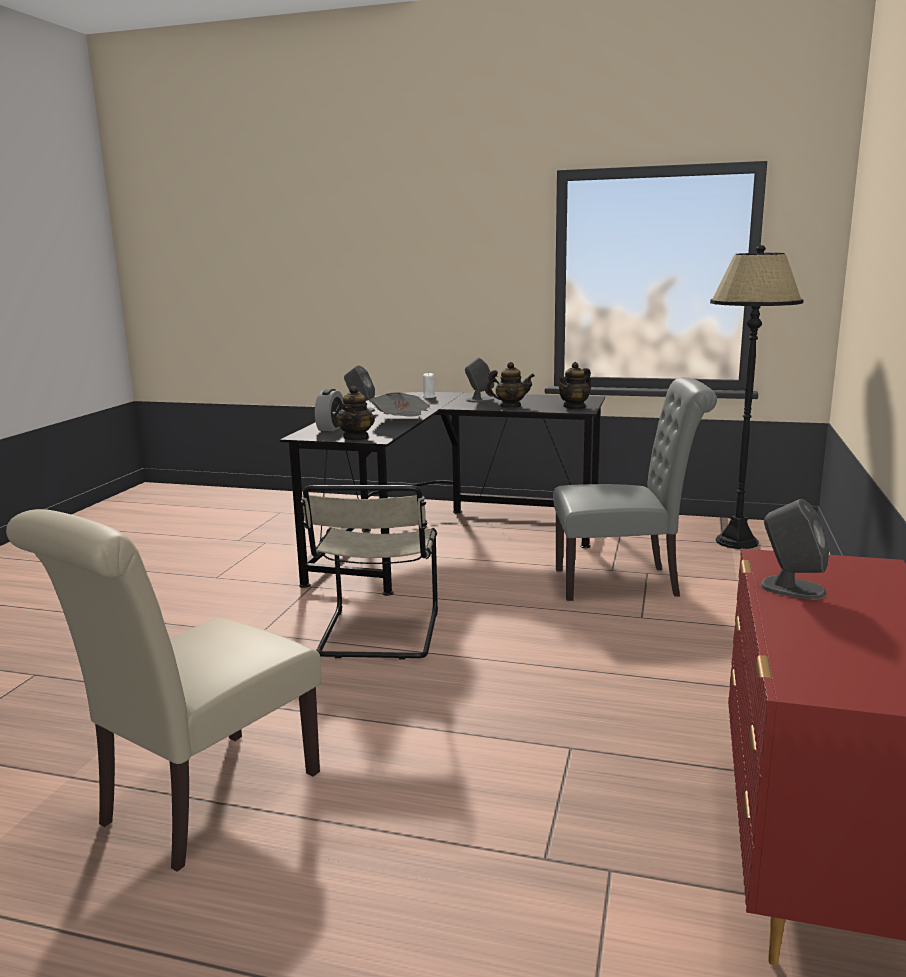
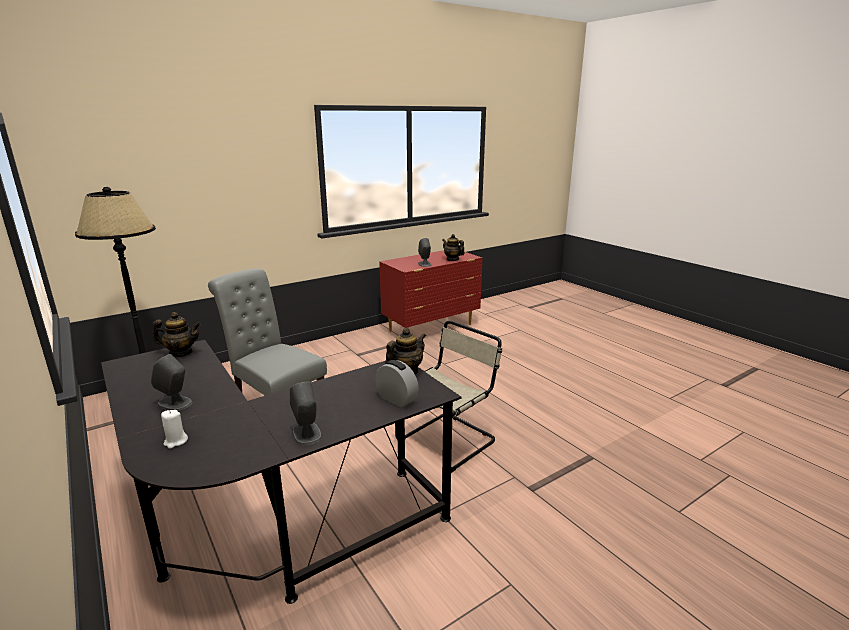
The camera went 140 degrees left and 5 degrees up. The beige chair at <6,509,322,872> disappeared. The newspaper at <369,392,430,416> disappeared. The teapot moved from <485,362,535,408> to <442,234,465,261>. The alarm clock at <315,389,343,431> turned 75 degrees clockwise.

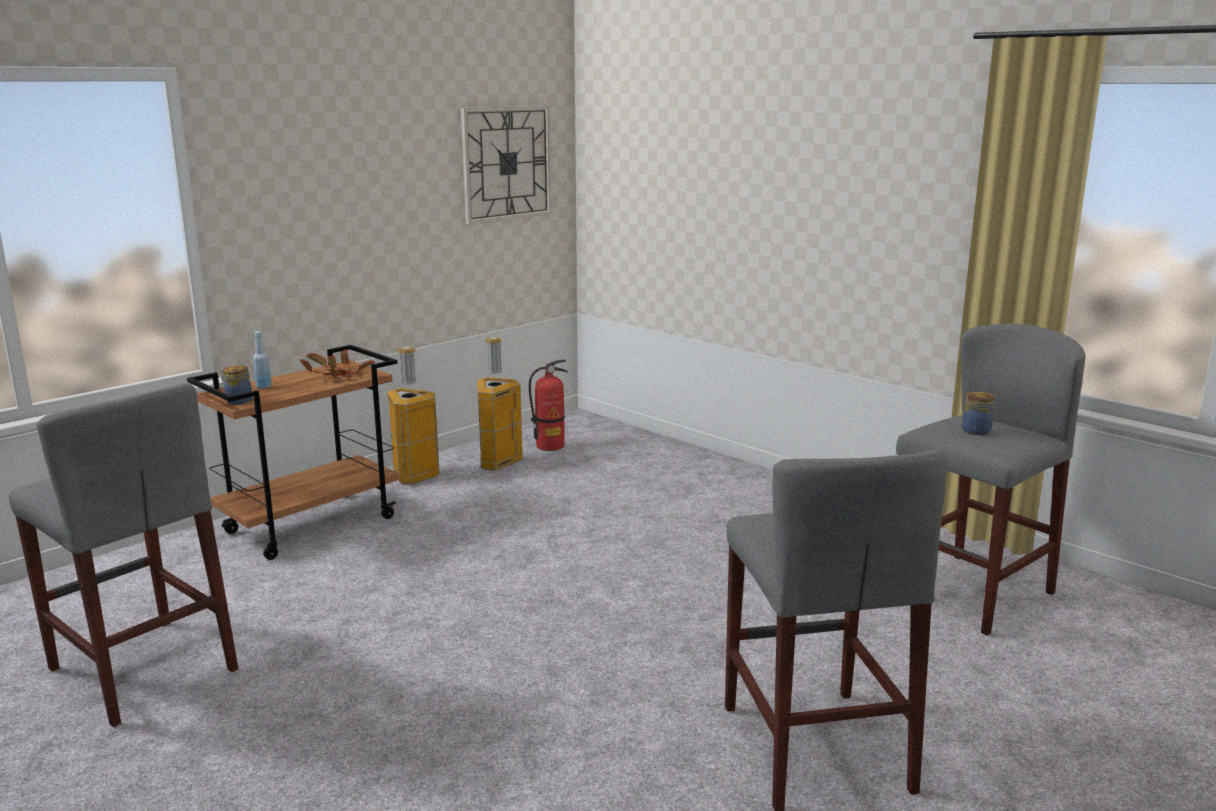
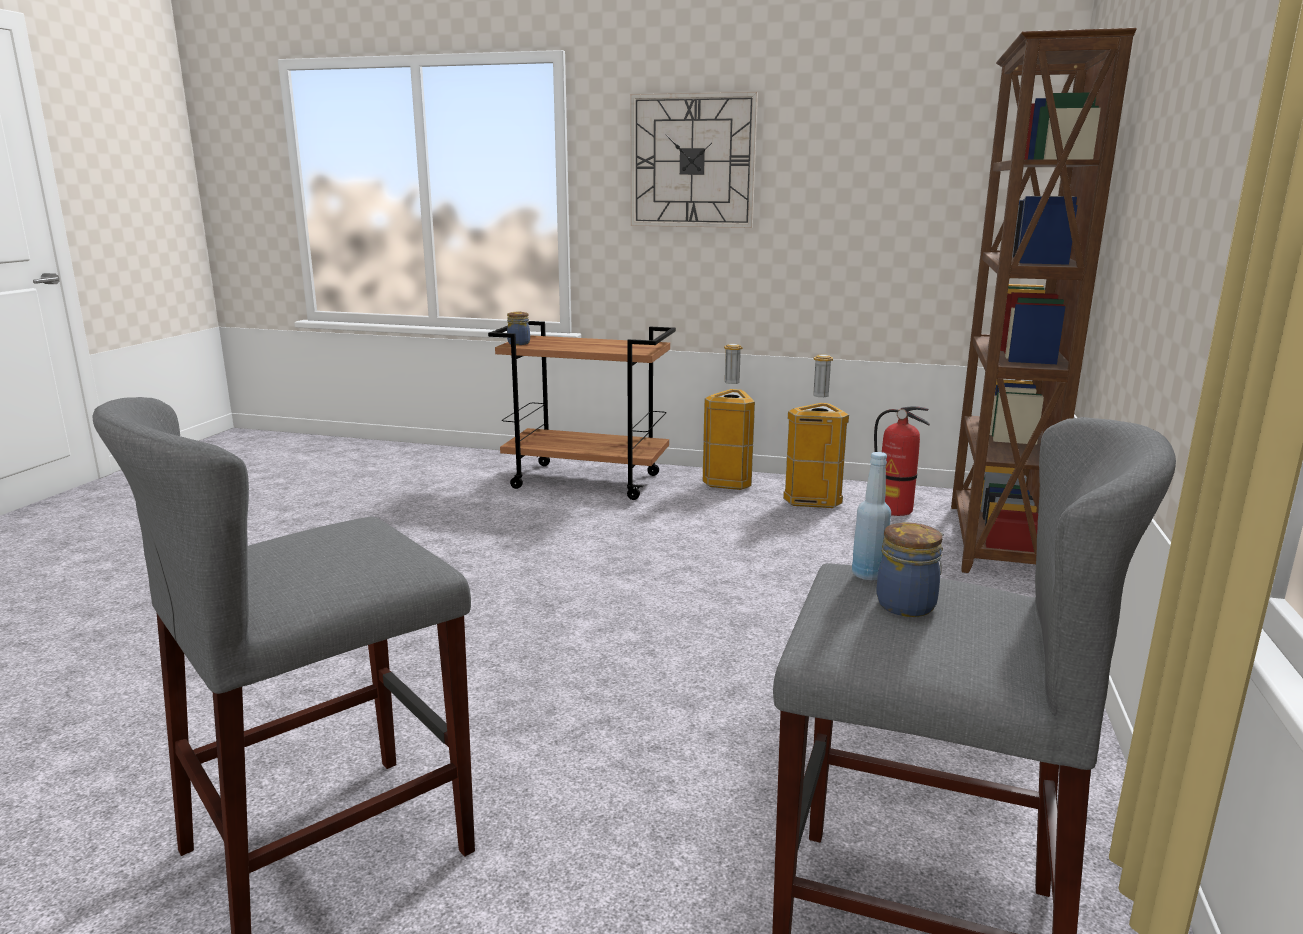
The camera went 60 degrees right and 0 degrees up. The grey stool at <9,383,238,727> disappeared. The potted plant at <300,349,375,379> disappeared. The brown bookcase at <951,28,1137,573> appeared. The blue bottle moved from <253,331,272,389> to <852,452,891,581>. The wall clock moved from <461,106,551,224> to <631,92,758,228>.

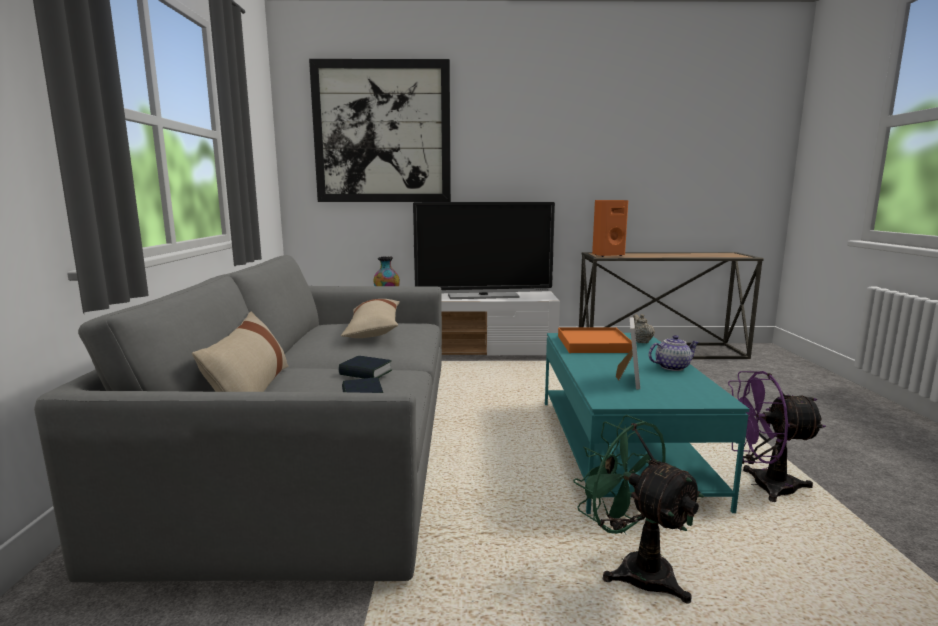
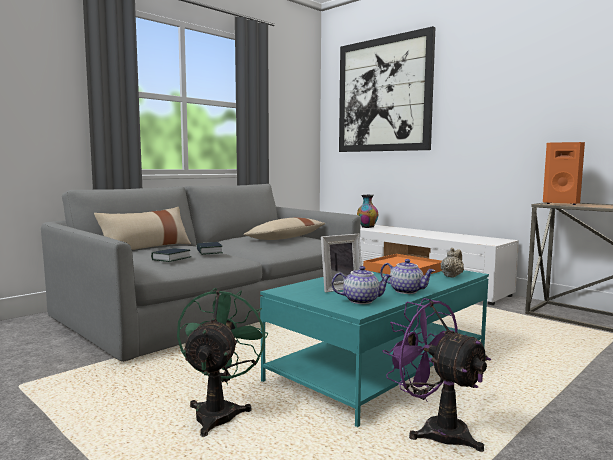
The camera went 45 degrees right and 5 degrees down. The television at <413,202,555,299> disappeared. The teapot at <332,266,392,304> appeared.

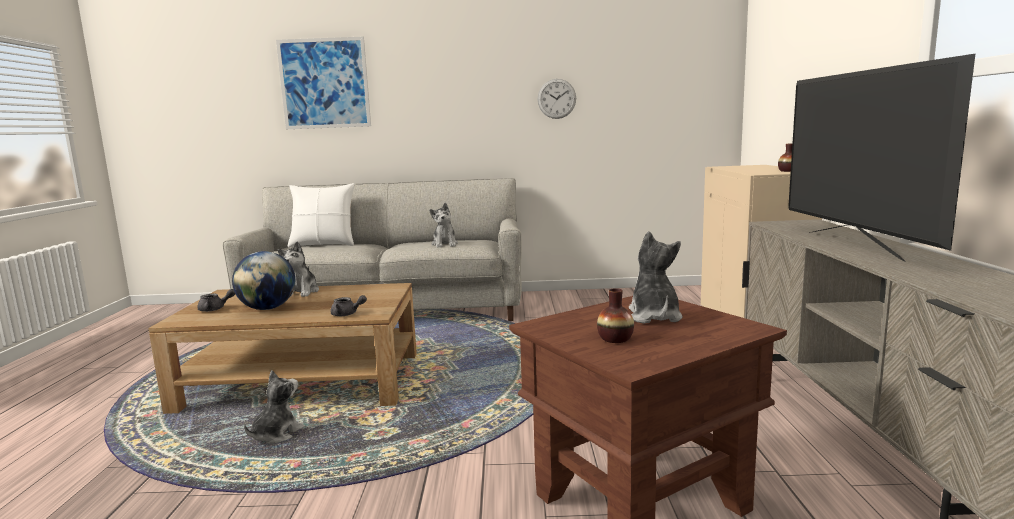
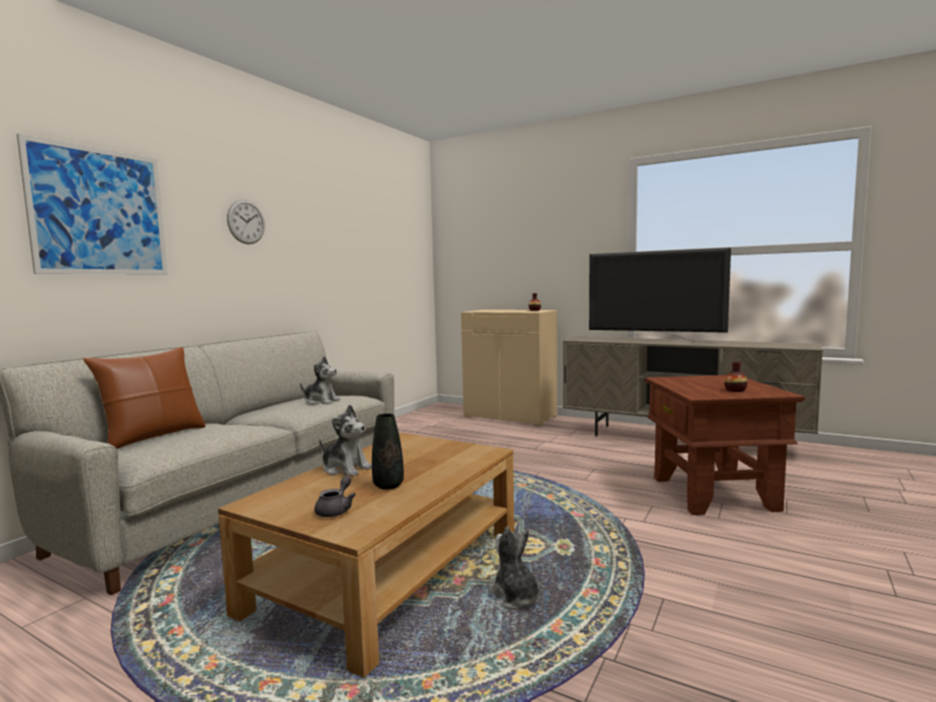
The camera went 60 degrees left and 5 degrees down. The grey teapot at <330,295,367,316> disappeared. The plush toy at <629,231,683,324> disappeared. The wall clock moved from <537,79,576,119> to <227,199,265,244>. The globe at <232,251,295,310> was replaced by the black vase at <372,413,404,490>. The white pillow at <288,183,355,247> became the brown pillow at <83,347,206,449>.

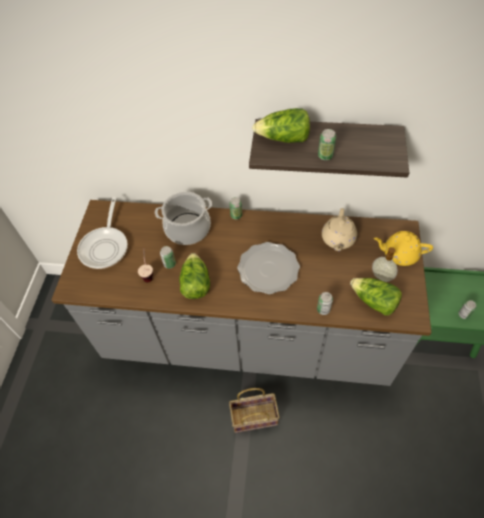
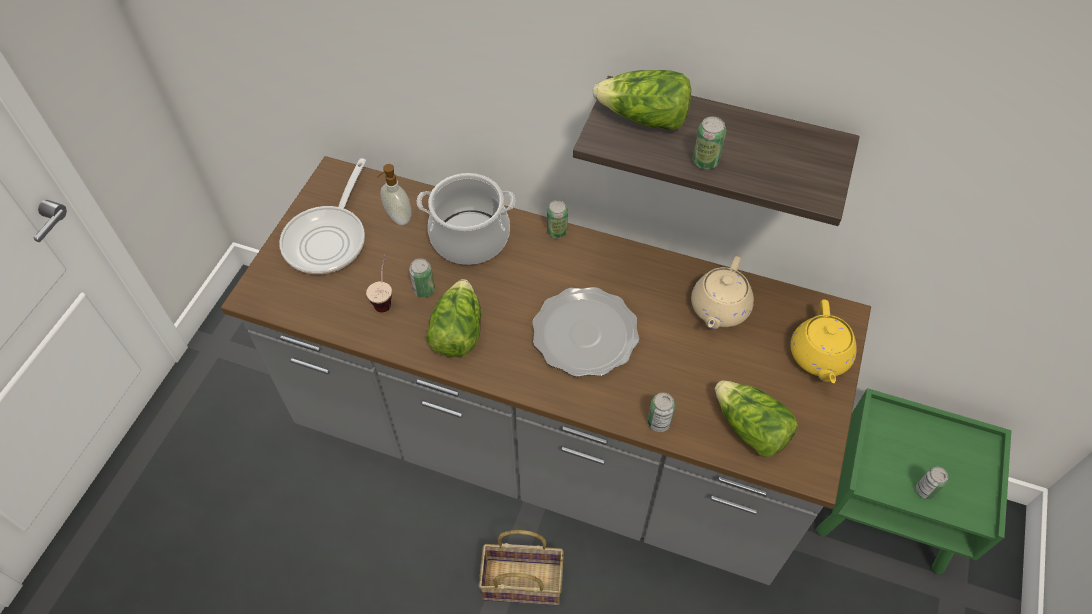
The camera went 10 degrees right and 0 degrees up. The soap dispenser moved from <372,247,398,282> to <377,164,411,225>. The yellow teapot at <374,231,433,266> turned 105 degrees counterclockwise.

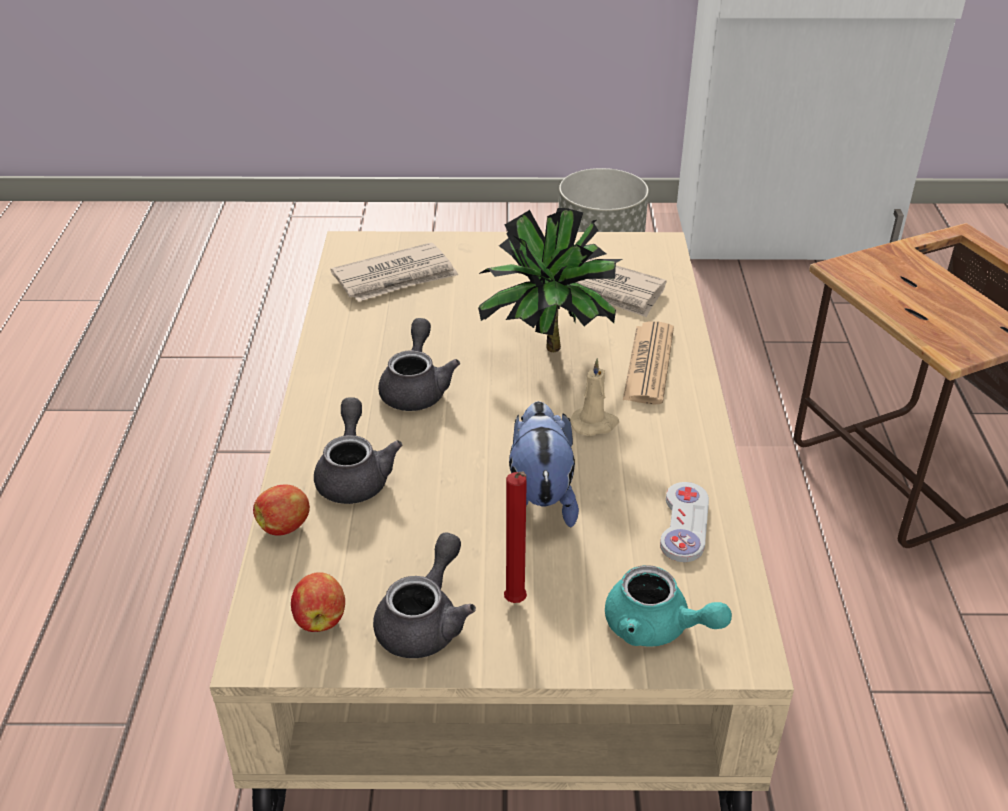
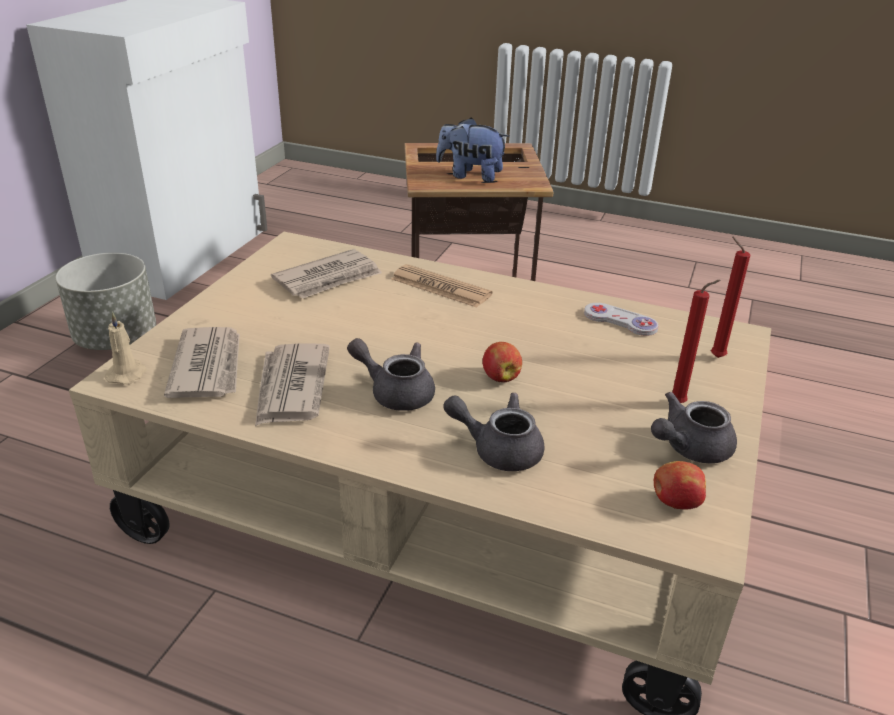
The camera went 70 degrees left and 5 degrees down. The potted plant at <478,208,623,352> disappeared. The newspaper at <255,343,330,426> appeared. The apple moved from <253,484,310,536> to <482,342,522,382>. The plush toy moved from <509,401,579,528> to <436,117,509,182>. The beige candle moved from <570,358,619,436> to <105,312,147,385>. The turquoise teapot at <605,565,732,646> was replaced by the red candle at <711,237,750,358>. The grey teapot at <373,532,476,658> turned 75 degrees counterclockwise.

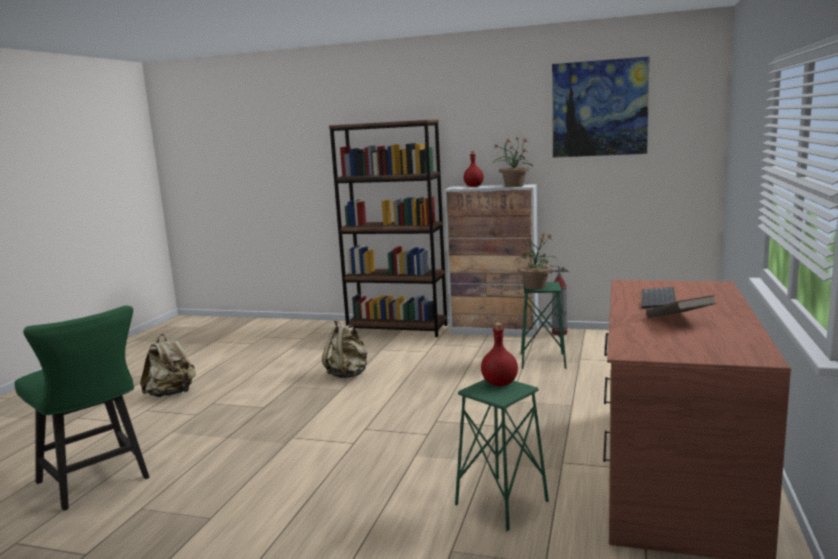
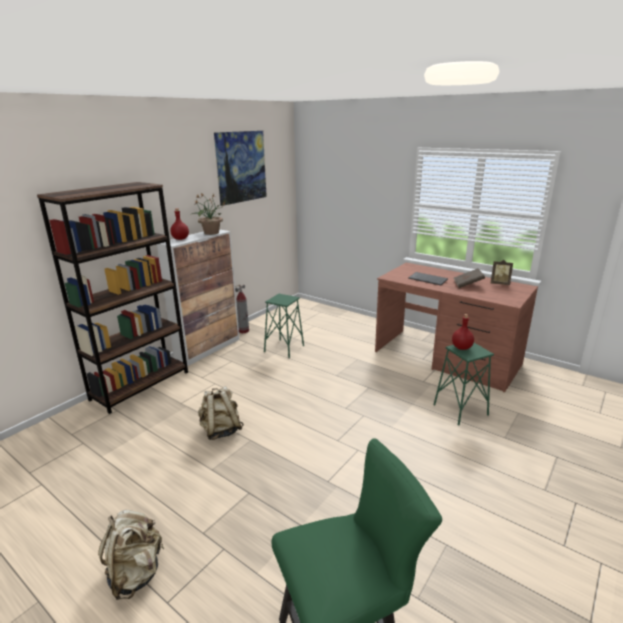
The camera went 70 degrees left and 10 degrees up. The potted plant at <518,234,558,290> disappeared. The picture frame at <491,260,513,285> appeared.

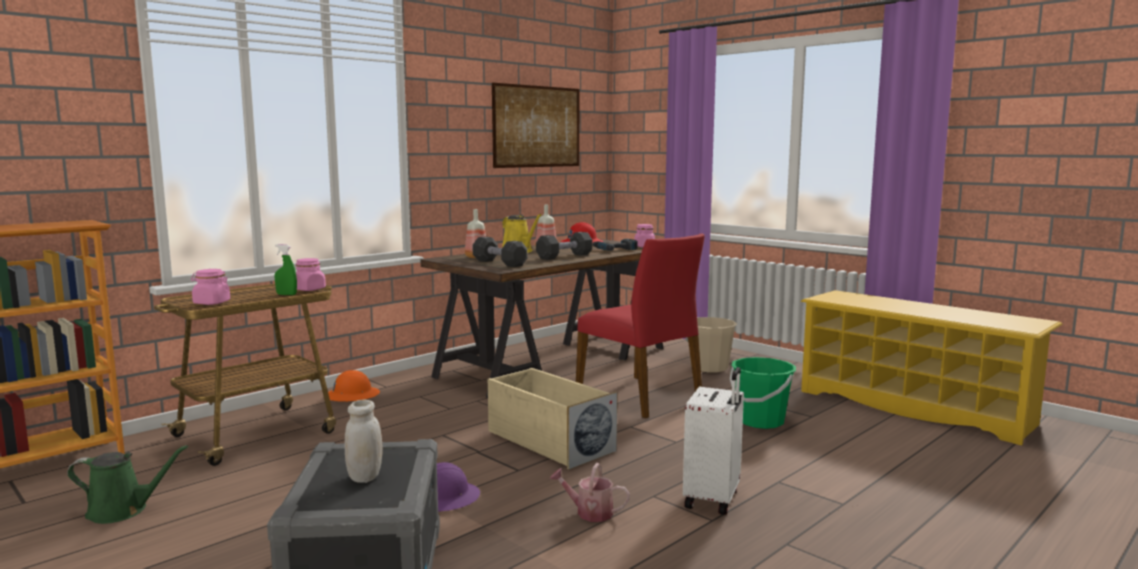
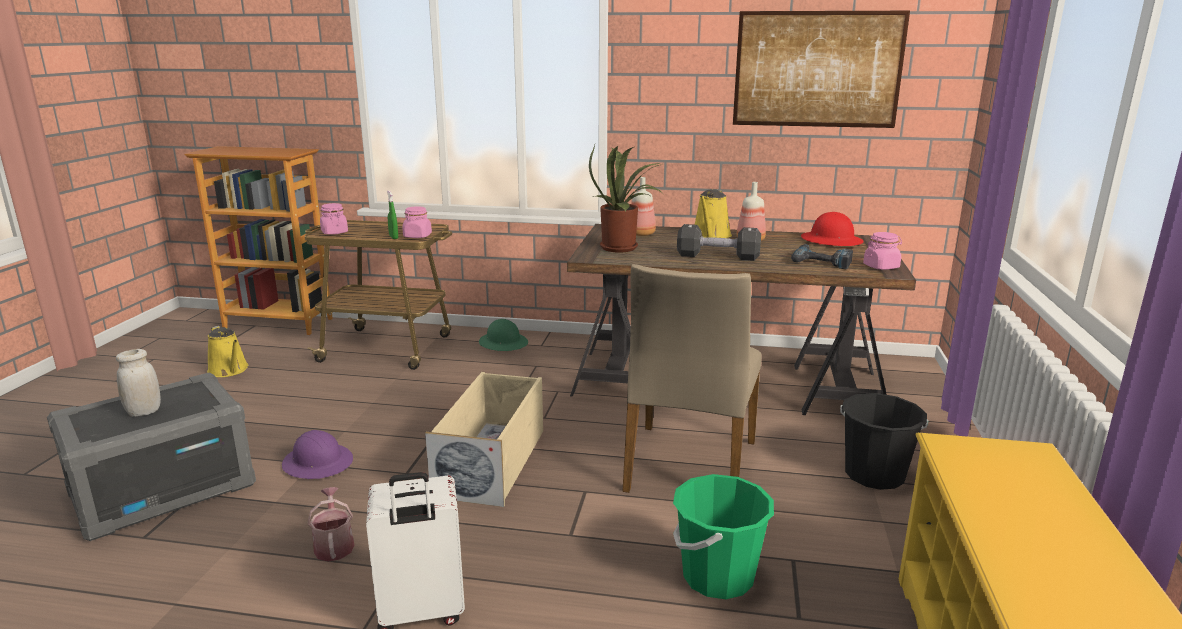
The camera went 55 degrees right and 10 degrees up. The black dumbbell at <473,237,527,267> was replaced by the potted plant at <589,145,662,253>. The green watering can at <67,445,188,524> became the yellow watering can at <207,325,248,377>. The orange hard hat at <328,370,380,402> became the green hard hat at <479,319,528,351>. The red chair at <576,233,705,418> became the beige chair at <622,264,761,493>. The beige bucket at <686,317,737,373> became the black bucket at <840,393,928,490>.

